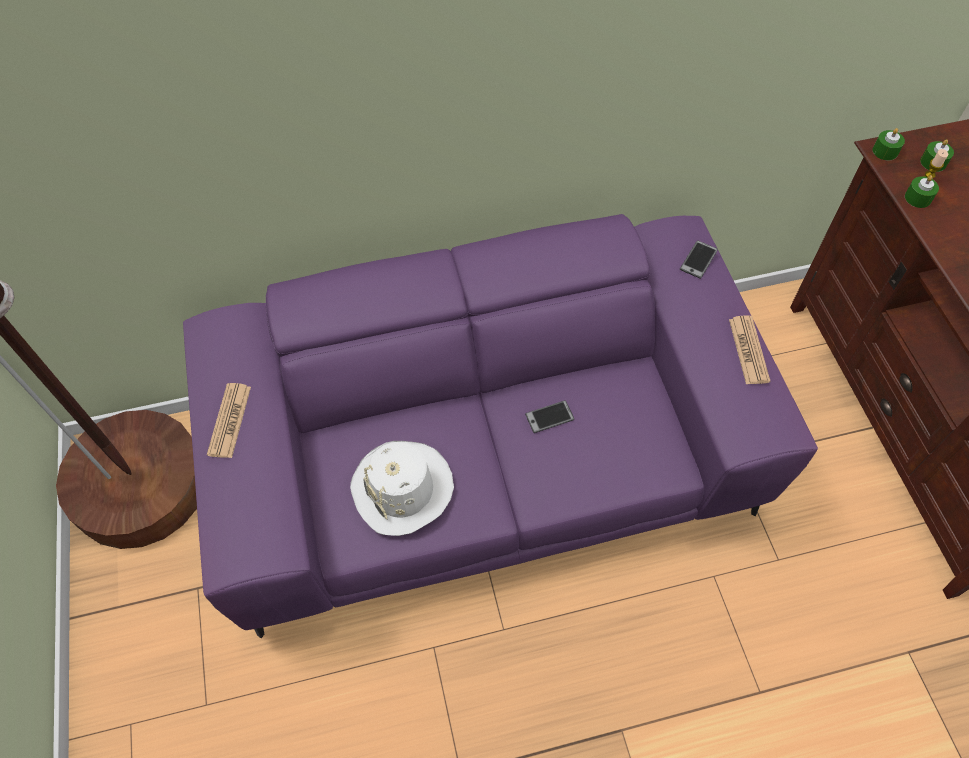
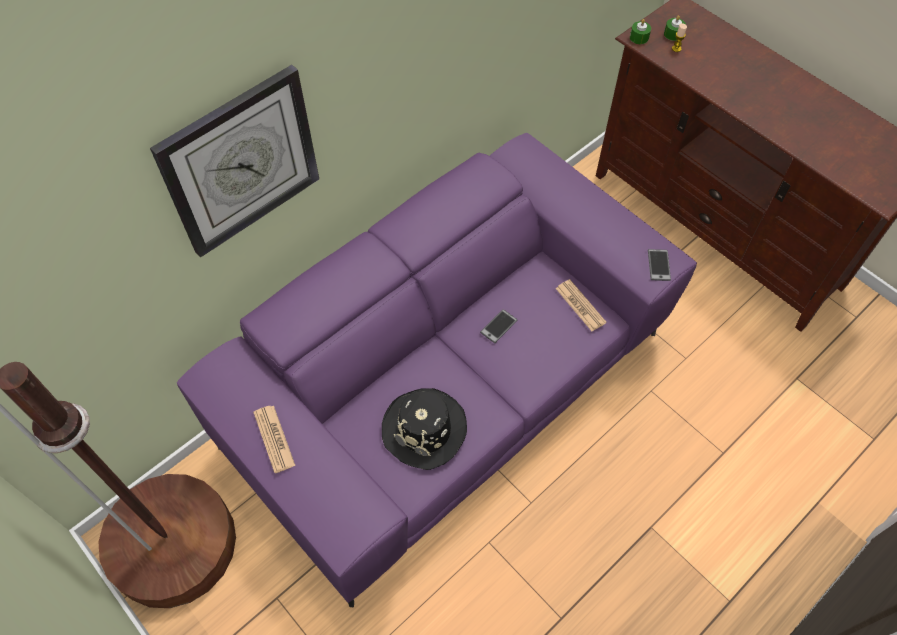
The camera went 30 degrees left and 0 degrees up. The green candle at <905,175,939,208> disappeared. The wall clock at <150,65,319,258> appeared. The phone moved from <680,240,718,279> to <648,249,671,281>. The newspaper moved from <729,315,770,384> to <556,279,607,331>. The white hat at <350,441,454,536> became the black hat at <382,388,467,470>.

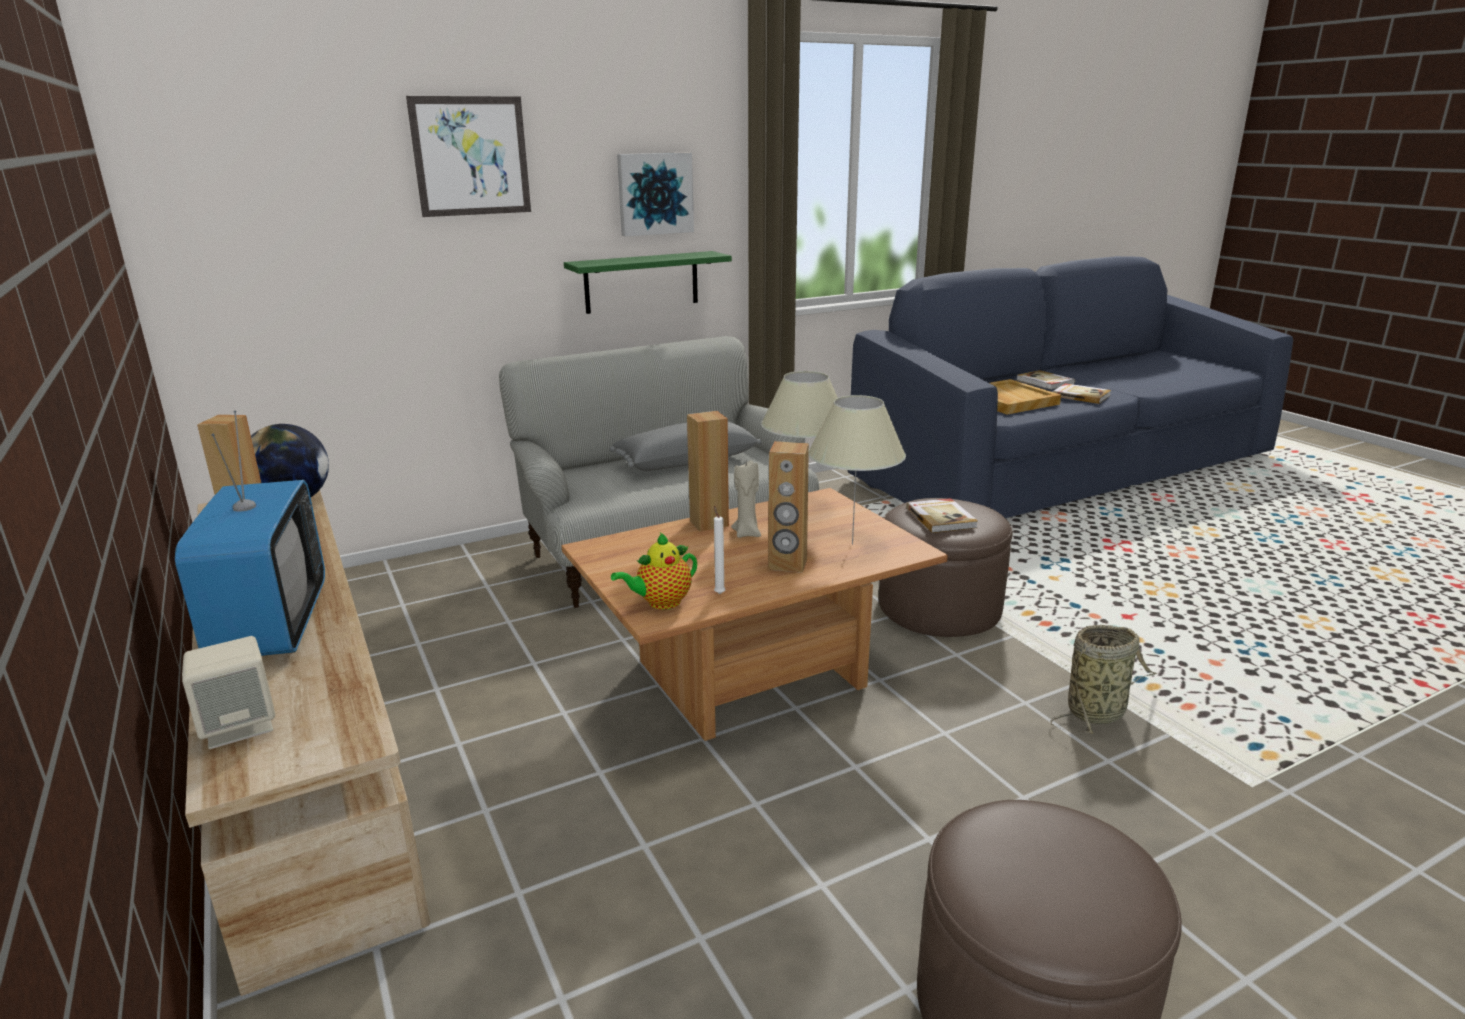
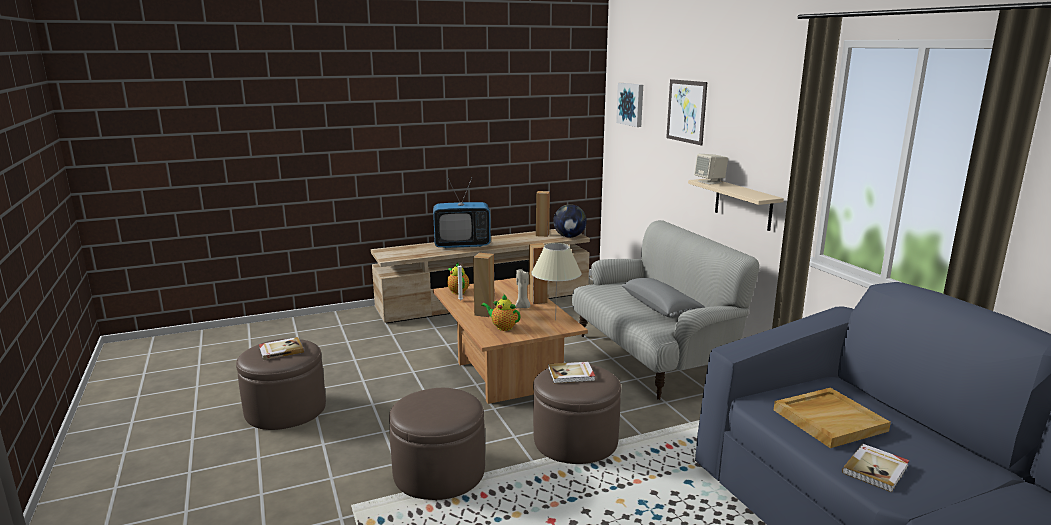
The camera went 95 degrees right and 5 degrees down. The beige speaker moved from <182,636,275,749> to <694,154,728,185>. The picture moved from <617,153,694,236> to <616,83,643,127>. The book moved from <1017,370,1075,390> to <259,337,304,360>. The beige table lamp at <809,395,906,545> was replaced by the teapot at <481,294,521,331>. The basket at <1050,625,1157,734> was replaced by the brown ottoman at <389,388,485,500>. The green shelf at <564,251,732,314> became the beige shelf at <688,178,784,231>.

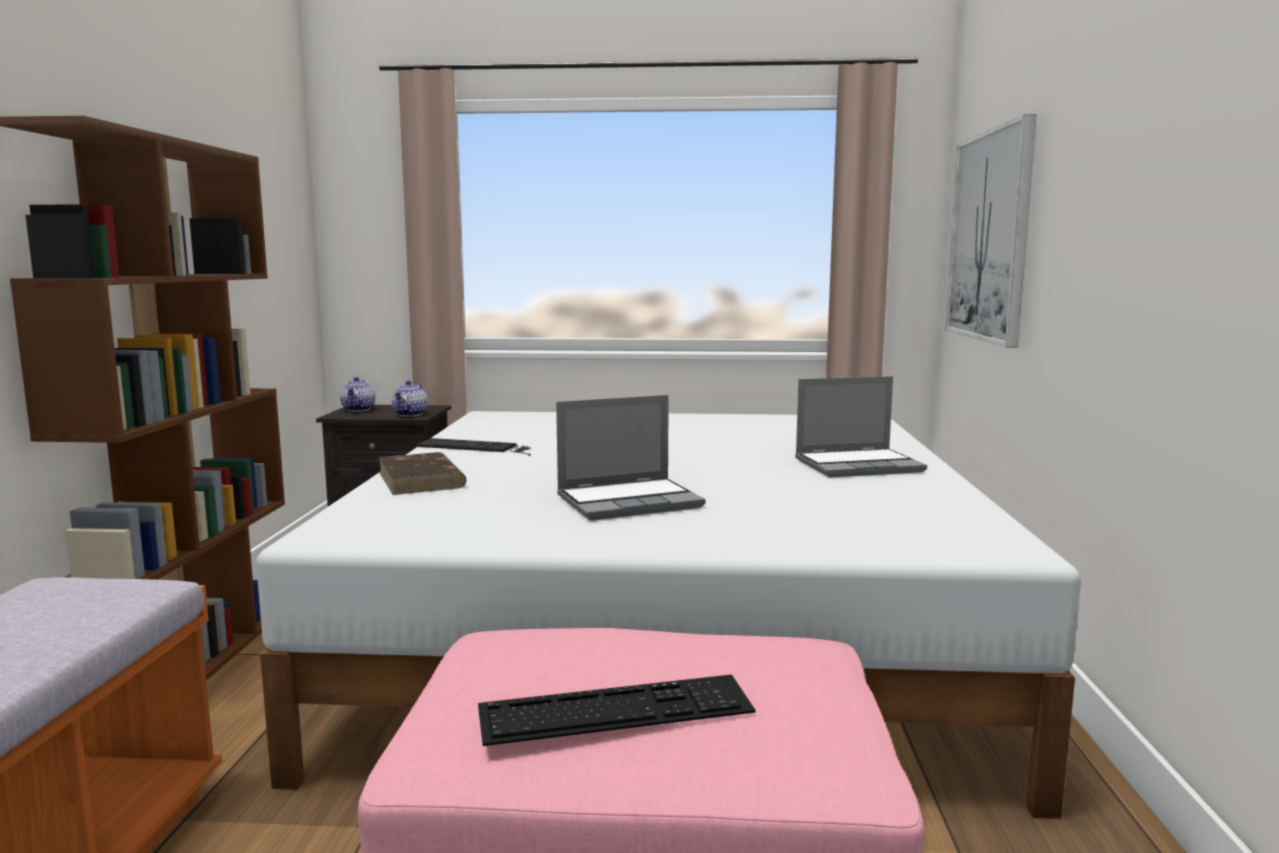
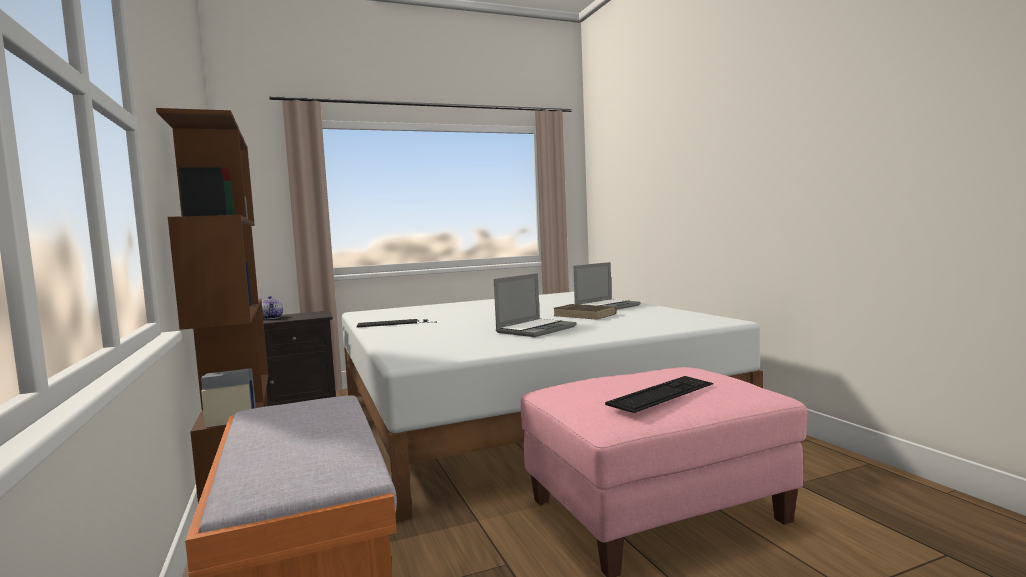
The camera went 25 degrees left and 5 degrees down. The teapot at <392,380,428,417> disappeared. The picture at <945,114,1036,347> disappeared. The brown book moved from <378,452,466,495> to <554,304,617,320>.

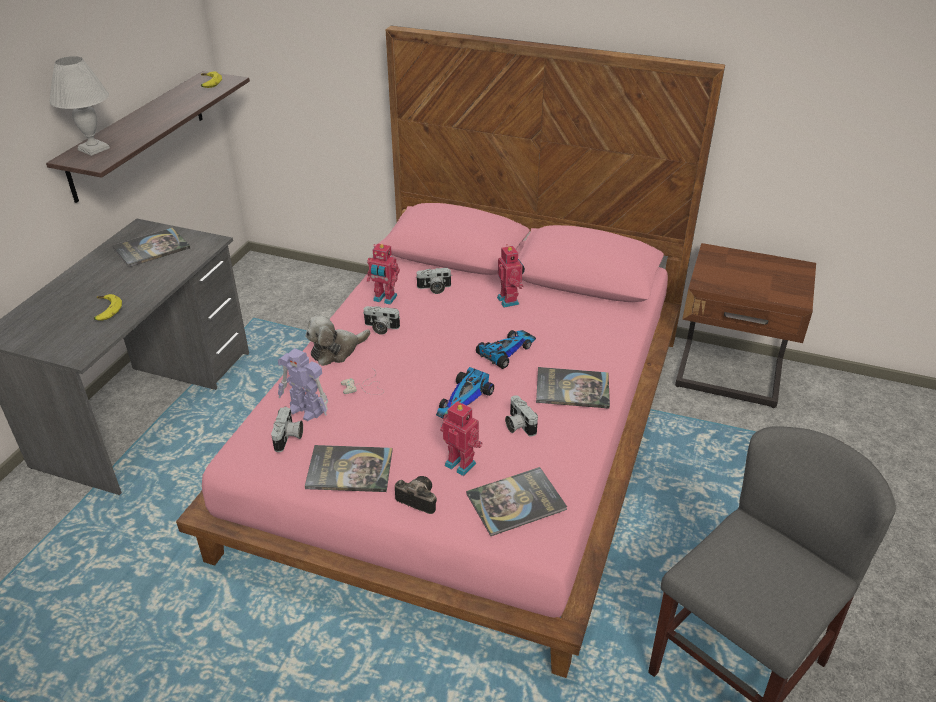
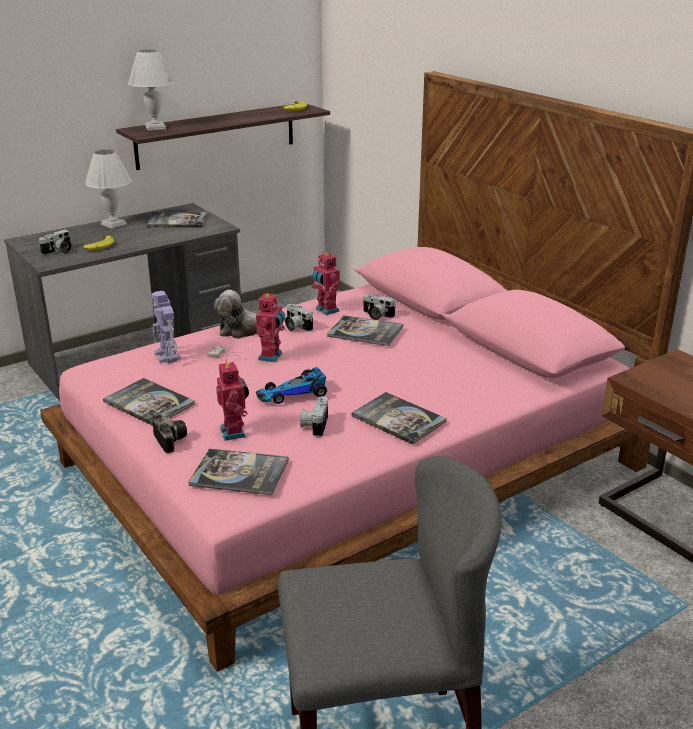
The camera went 35 degrees right and 10 degrees down. The toy car at <476,330,536,369> disappeared. The white table lamp at <85,149,132,229> appeared. The book at <327,315,403,346> appeared. The photo camera moved from <271,407,303,452> to <39,230,72,255>. The toy robot moved from <497,244,525,308> to <256,291,285,362>.

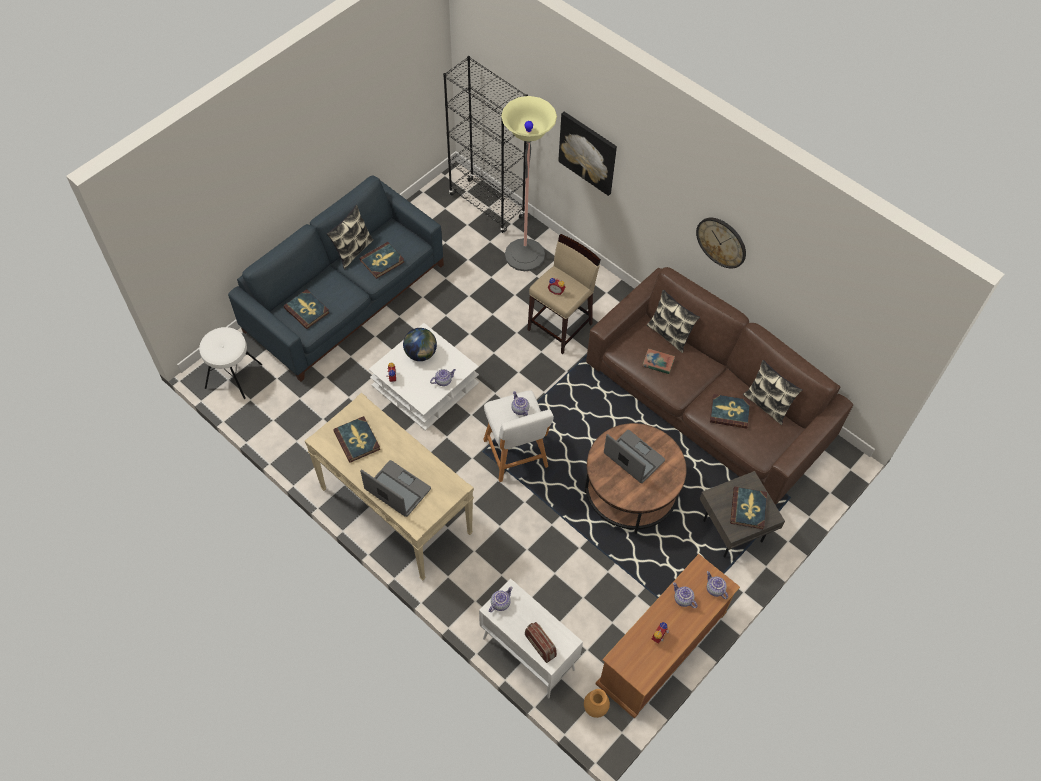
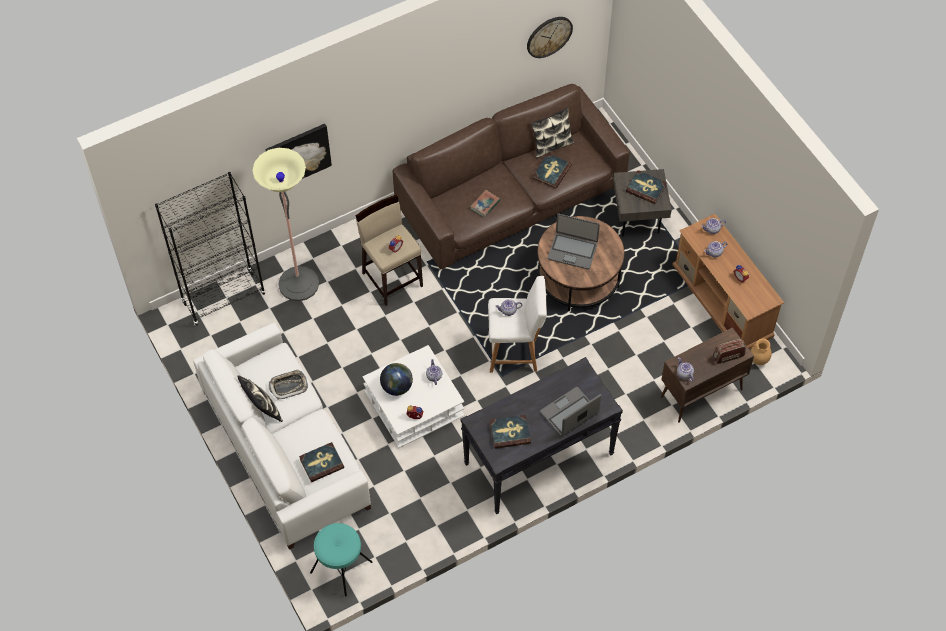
The camera went 70 degrees left and 0 degrees up. The pillow at <647,290,700,353> disappeared. The wall clock moved from <696,218,746,269> to <527,17,573,58>. The book at <360,242,404,279> was replaced by the tray at <269,369,308,400>. The white stool at <199,327,262,399> became the turquoise stool at <310,523,372,597>. The blue sofa at <228,175,444,382> became the white sofa at <193,323,371,550>. The beige console table at <305,393,474,581> became the black console table at <461,357,623,514>. The white cabinet at <479,578,583,698> became the brown cabinet at <661,327,754,423>. The laptop at <604,430,665,483> turned 135 degrees counterclockwise.

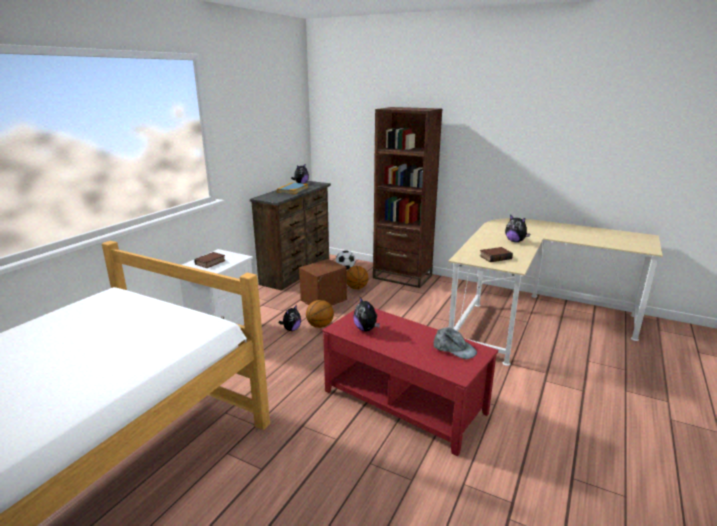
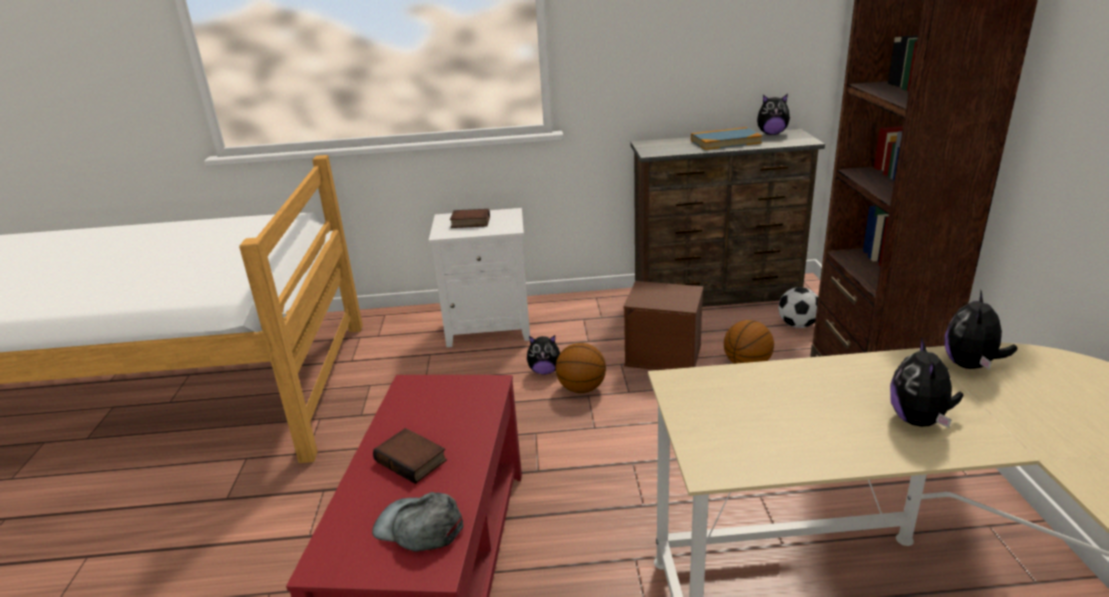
The camera went 60 degrees right and 5 degrees up. The plush toy moved from <354,296,380,332> to <945,289,1017,370>. The book moved from <480,247,513,262> to <373,428,447,484>. The grey cap at <433,327,477,359> turned 105 degrees clockwise.

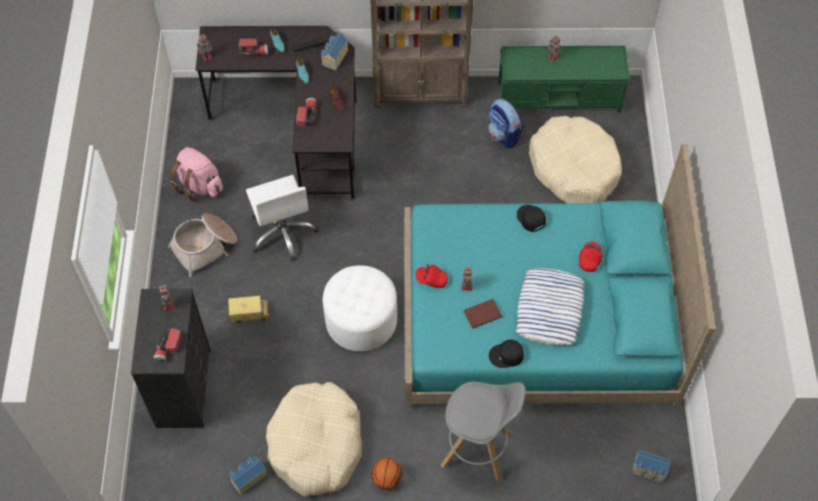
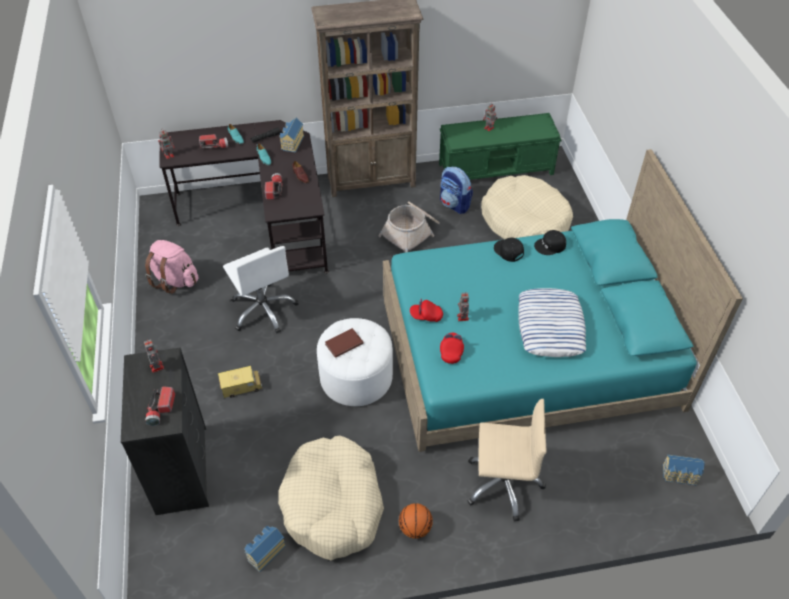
The camera went 10 degrees left and 10 degrees down. The basket moved from <168,213,237,277> to <378,201,440,253>. The brown book moved from <464,299,502,329> to <325,328,364,358>. The black cap moved from <489,340,524,368> to <534,230,566,255>. The red cap moved from <579,242,602,272> to <440,333,464,364>. The grey stool at <441,382,526,482> was replaced by the beige office chair at <467,399,547,522>.

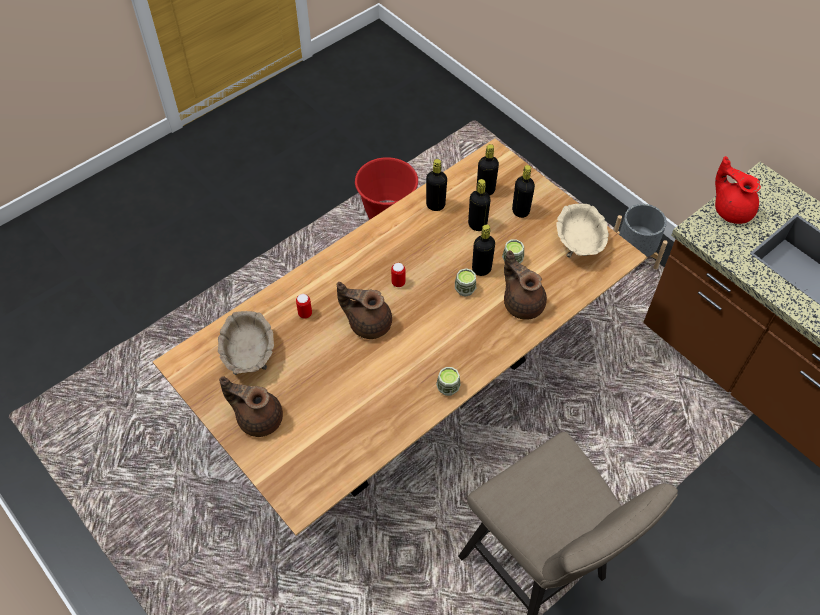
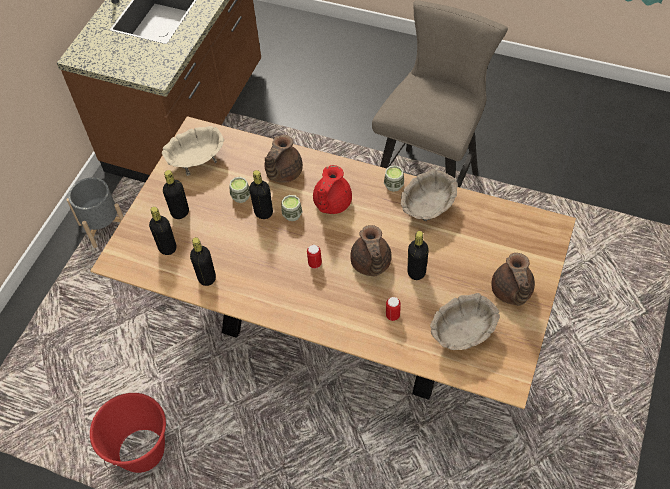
The camera went 115 degrees left and 0 degrees up. The beige bowl at <401,169,458,221> appeared. The black bottle moved from <468,179,491,231> to <408,231,429,280>. The red teapot moved from <715,156,761,224> to <313,165,352,214>.

